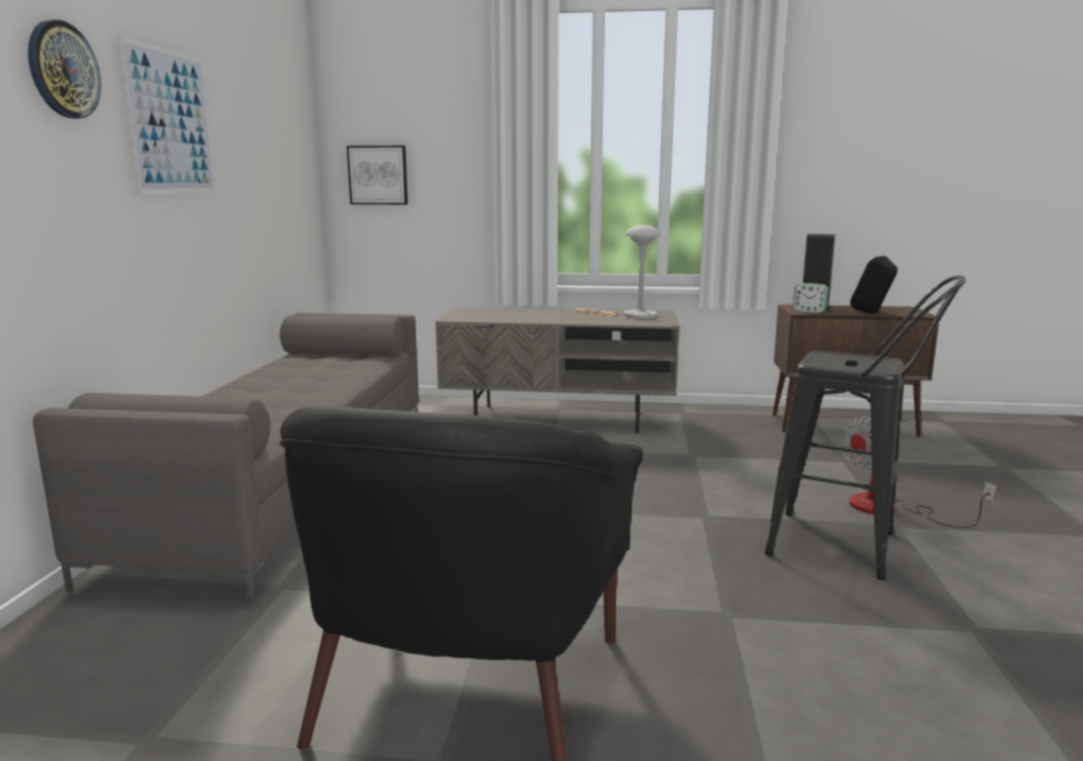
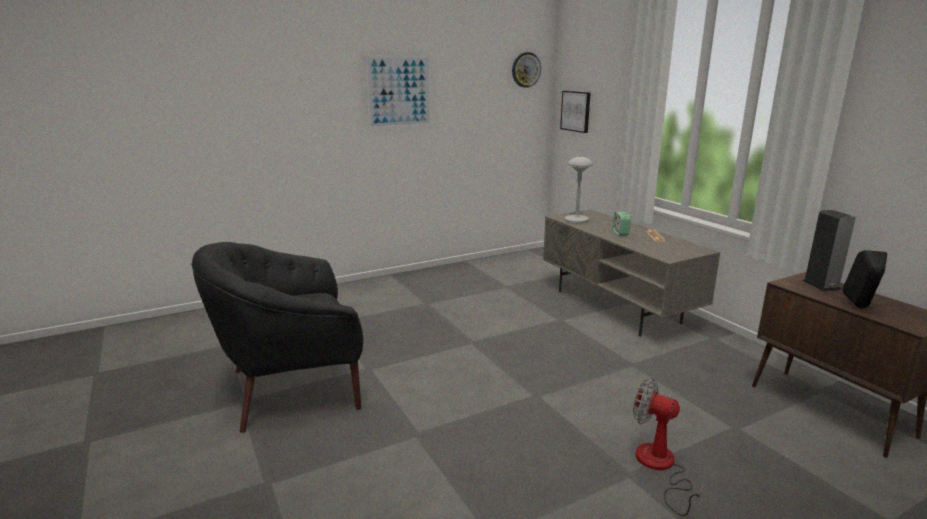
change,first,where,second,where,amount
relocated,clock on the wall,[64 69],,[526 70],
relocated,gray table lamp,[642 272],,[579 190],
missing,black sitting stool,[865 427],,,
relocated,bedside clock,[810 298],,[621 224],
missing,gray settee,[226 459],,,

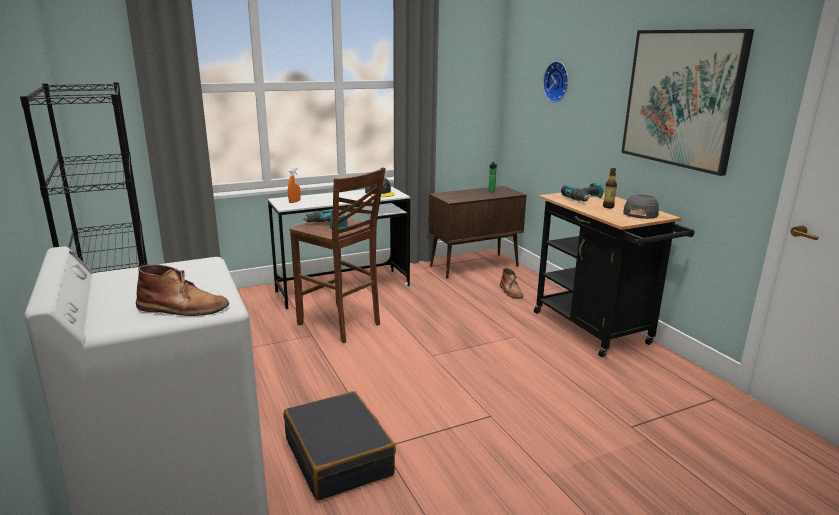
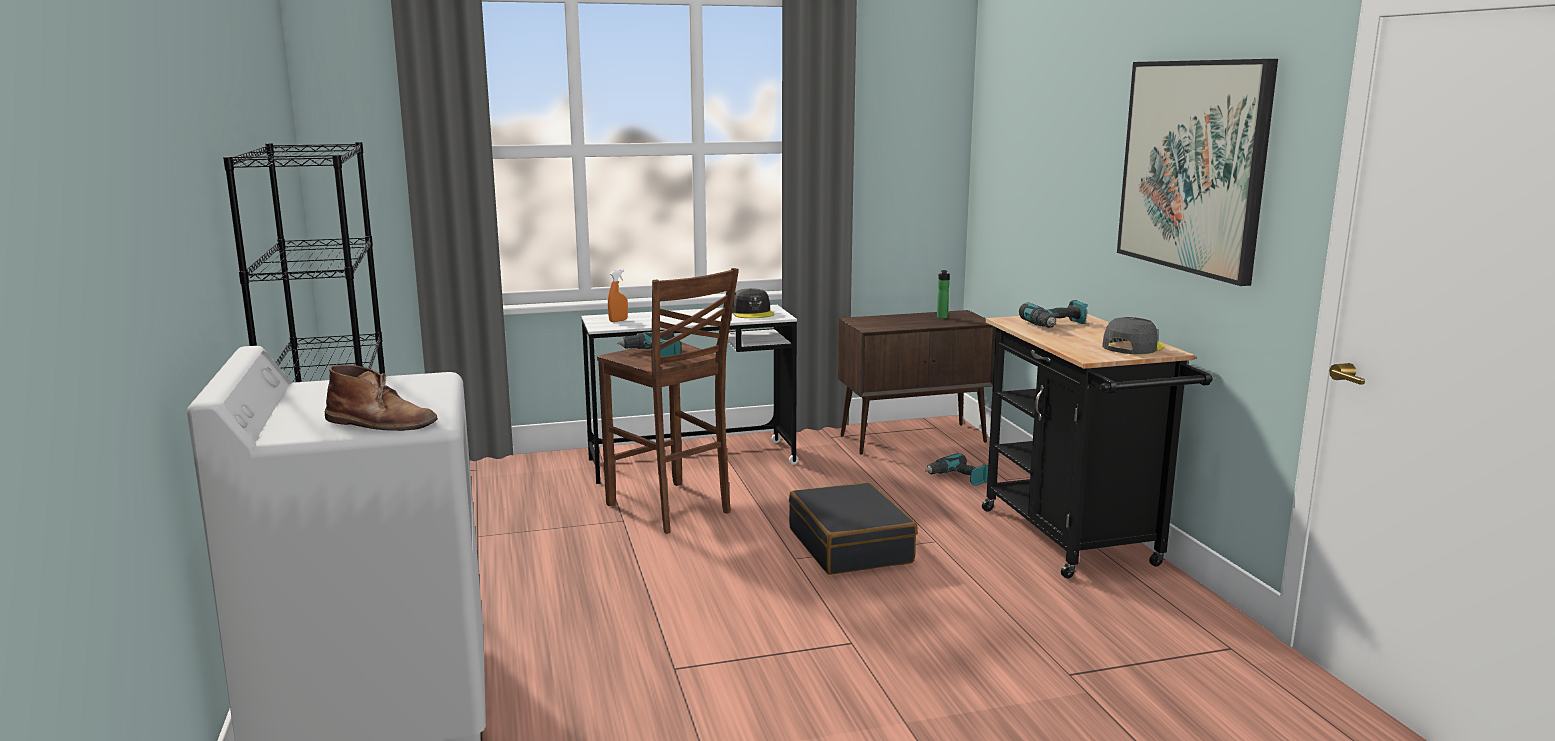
change,first,where,second,where,amount
missing,clock on the wall,[555 82],,,
missing,beverage bottle,[610 188],,,
exchanged,brown high-top boot,[512 283],drill,[956 469],
relocated,black piece of luggage,[340 446],,[853 528],

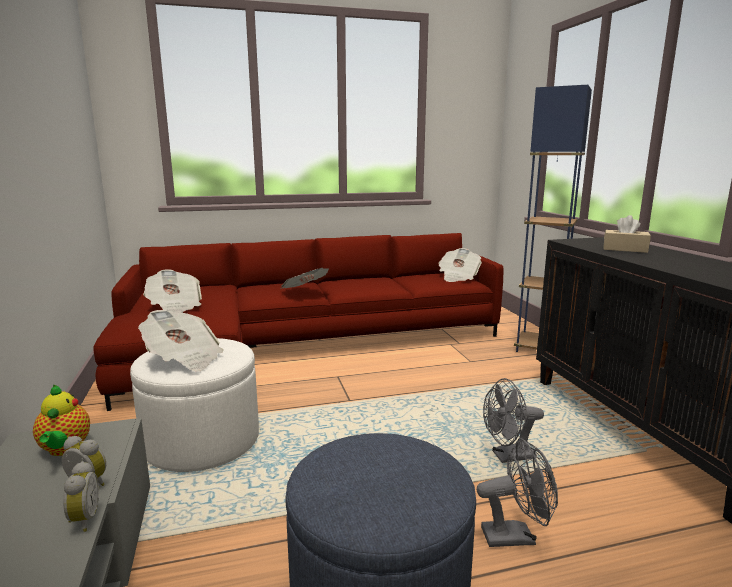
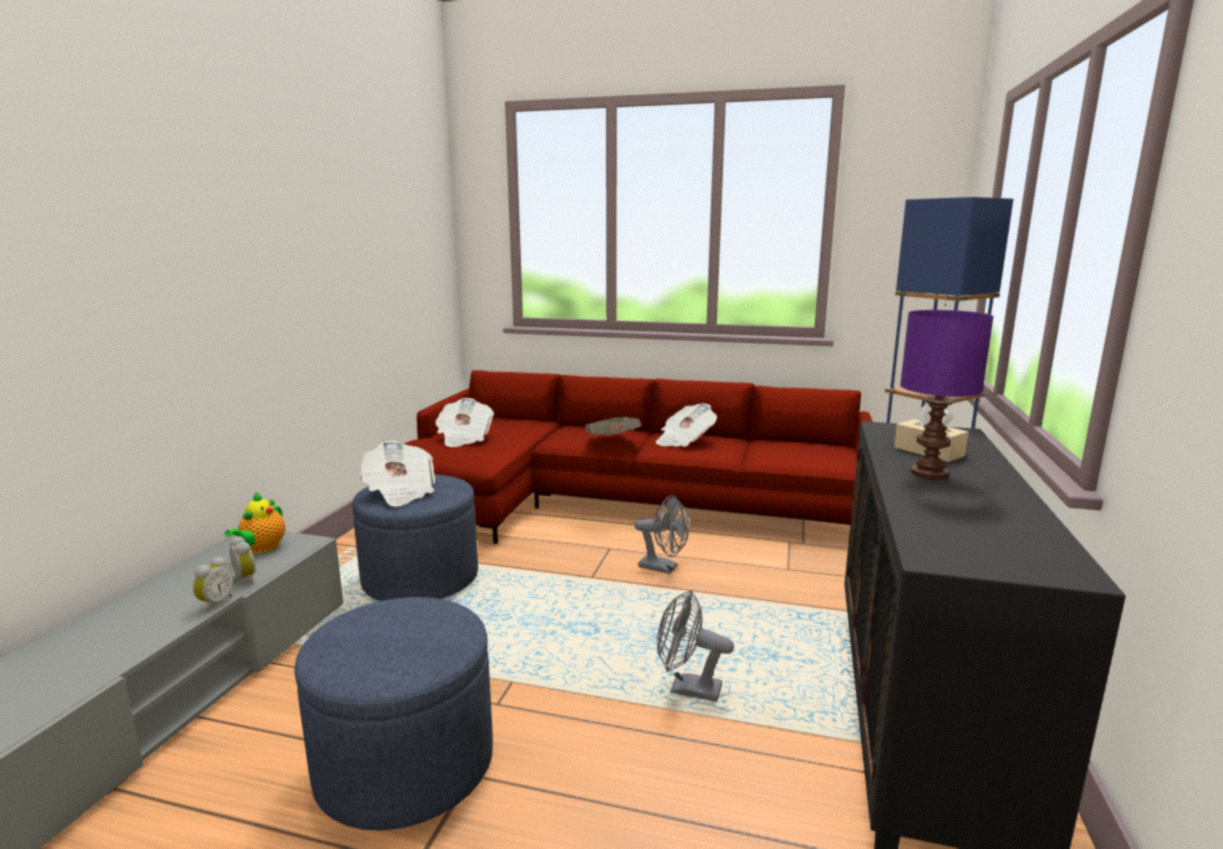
change,first,where,second,where,amount
relocated,newspaper,[460 265],,[686 425],
colour,white pouffe,[194 405],blue-coloured pouffe,[415 537],
relocated,gray cooling fan,[517 492],,[661 534],
appeared,,,purplish table lamp,[947 394],

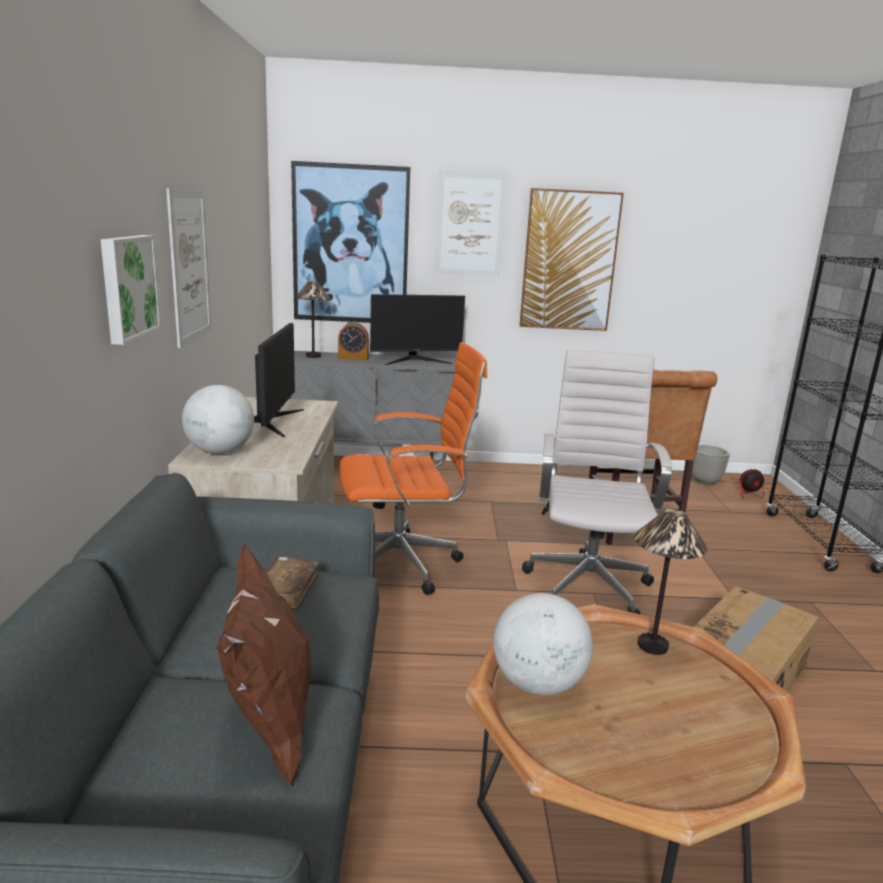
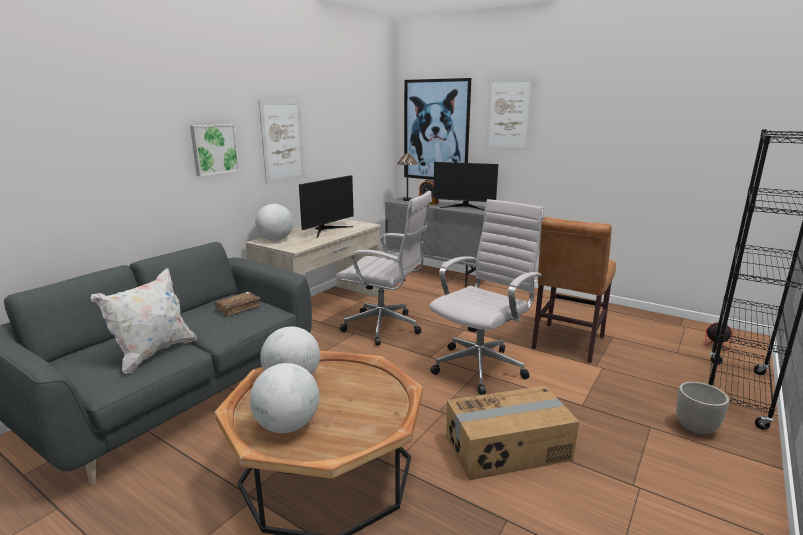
change,first,where,second,where,amount
missing,picture,[571 259],,,
colour,orangey office chair,[413 468],white office chair,[384 268],
relocated,planter,[711 465],,[702 409],
missing,table lamp,[670 582],,,
colour,brown pillow,[263 665],white pillow,[144 321],
appeared,,,desk globe,[284 398],

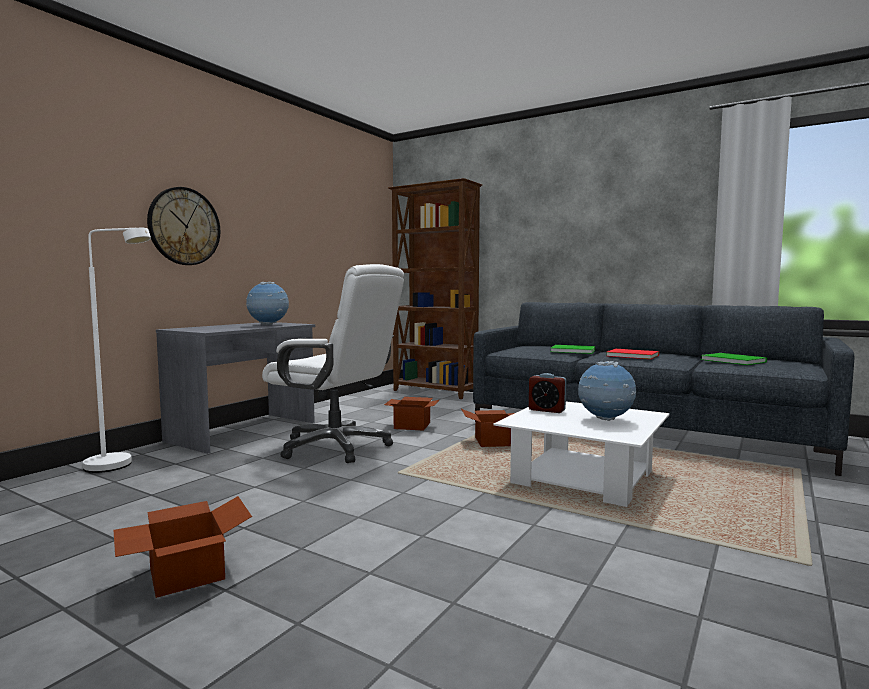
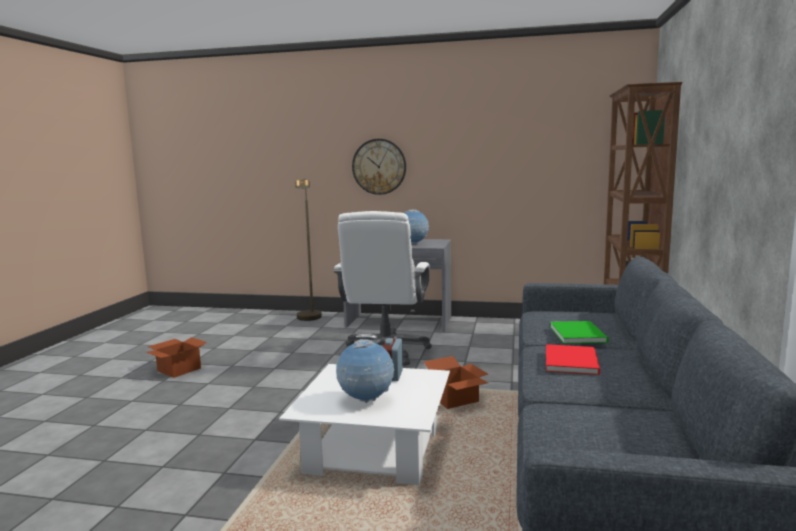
change,first,where,second,where,amount
colour,white standing lamp,[117 350],brown standing lamp,[308 249],
missing,greenish bound book,[734 359],,,
missing,cardboard box,[411 414],,,

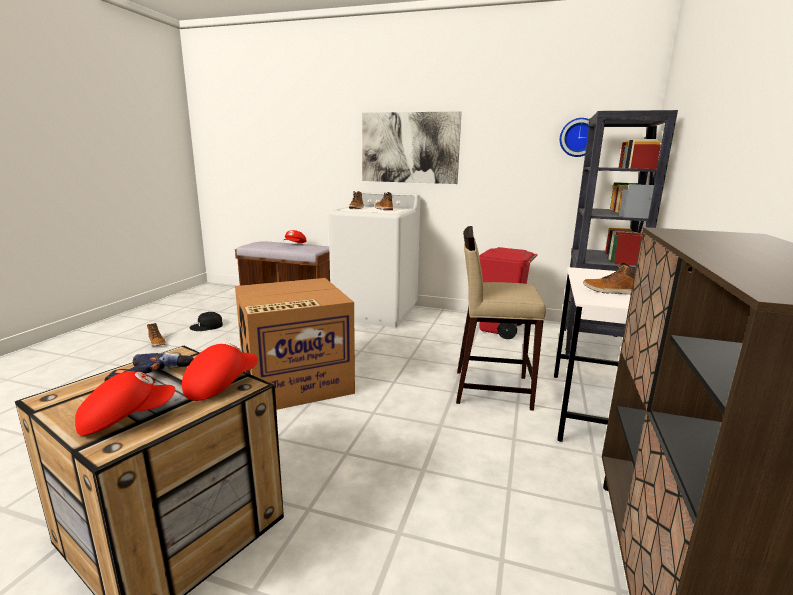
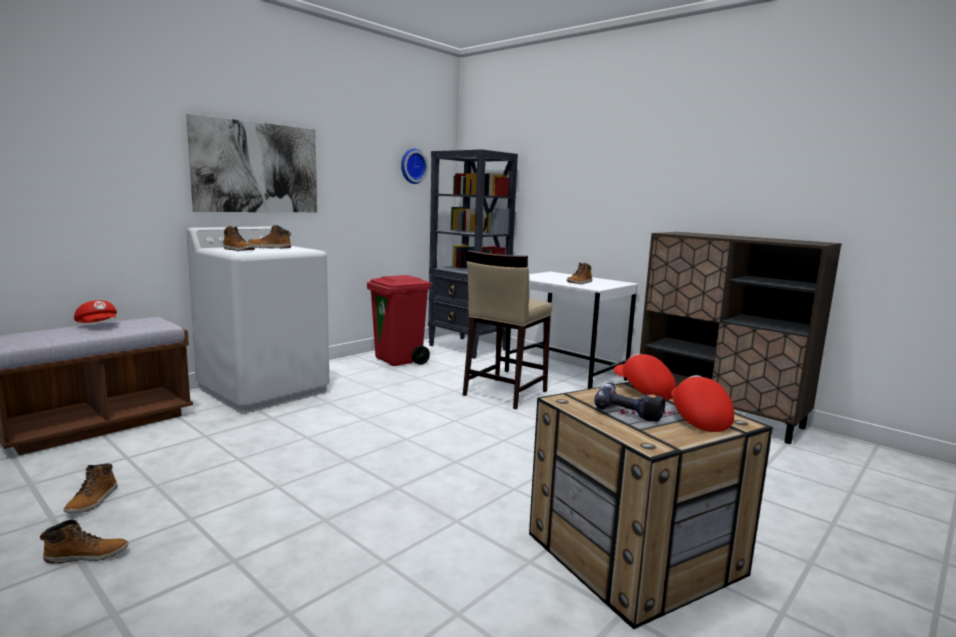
change,first,where,second,where,amount
missing,cardboard box,[295 344],,,
exchanged,black peaked cap,[206 321],high-top boot,[91 488],

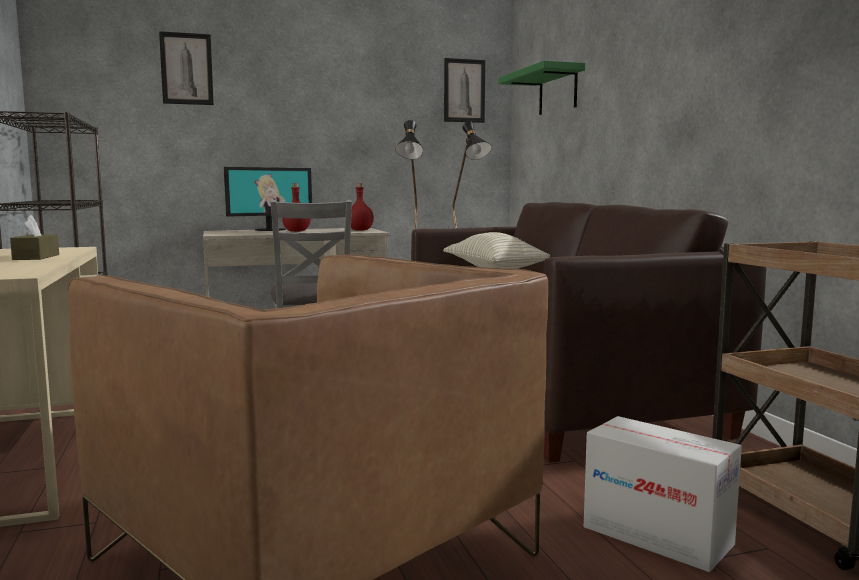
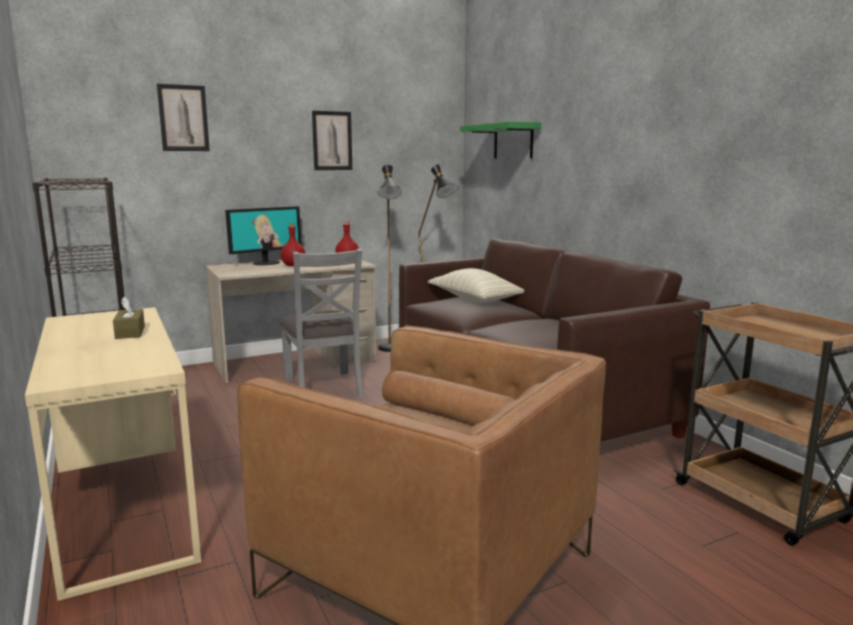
change,first,where,second,where,amount
relocated,picture,[464 90],,[332 140],
missing,cardboard box,[663 494],,,

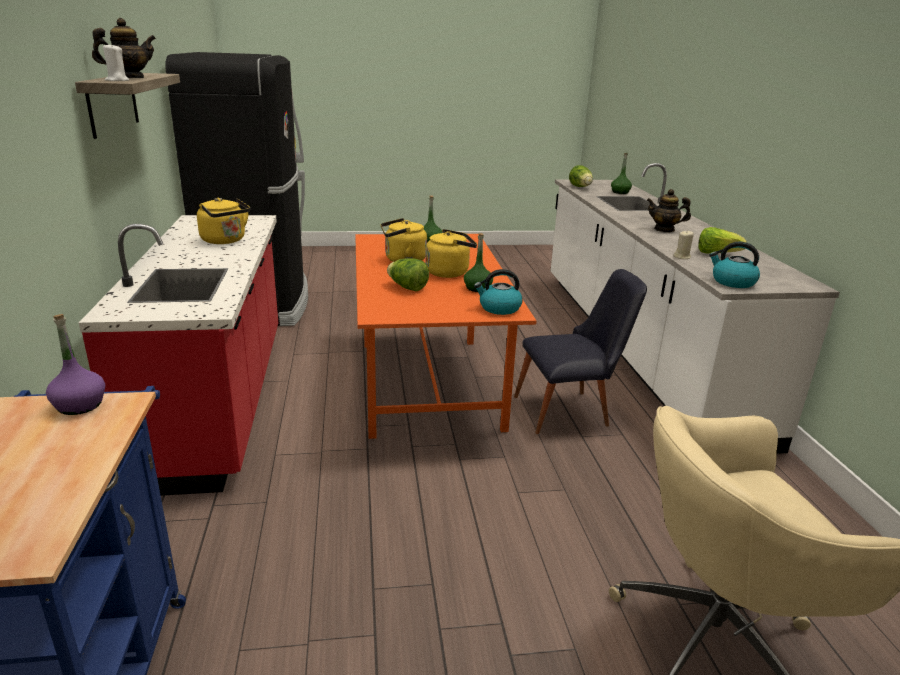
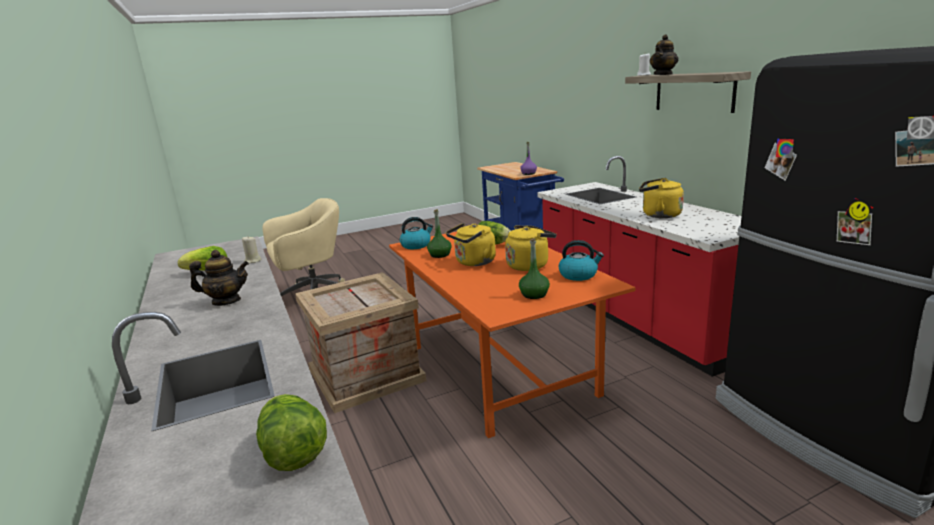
change,first,where,second,where,amount
missing,greenish beverage bottle,[621 173],,,
relocated,tea kettle,[734 265],,[581 260],
exchanged,black plain chair,[580 351],crate,[361 342],

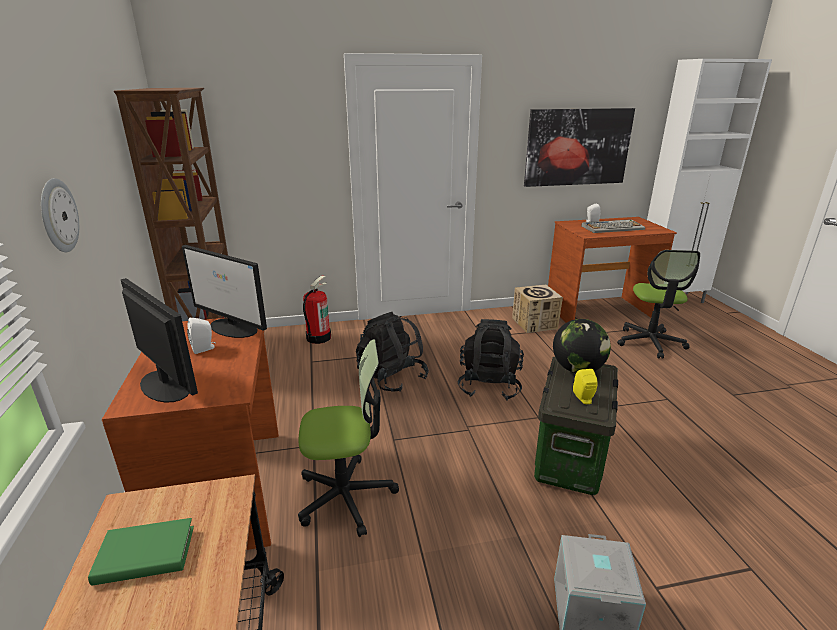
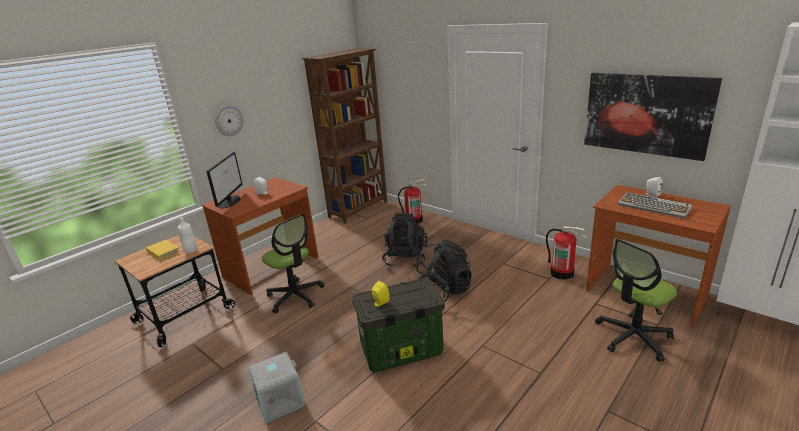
change,first,where,second,where,amount
missing,computer screen,[224 291],,,
exchanged,cardboard box,[537 308],fire-fighting cylinder,[566 253],
missing,desk globe,[582 346],,,
colour,greenish bound book,[141 552],yellow bound book,[163 250],
appeared,,,white beverage bottle,[187 235],

